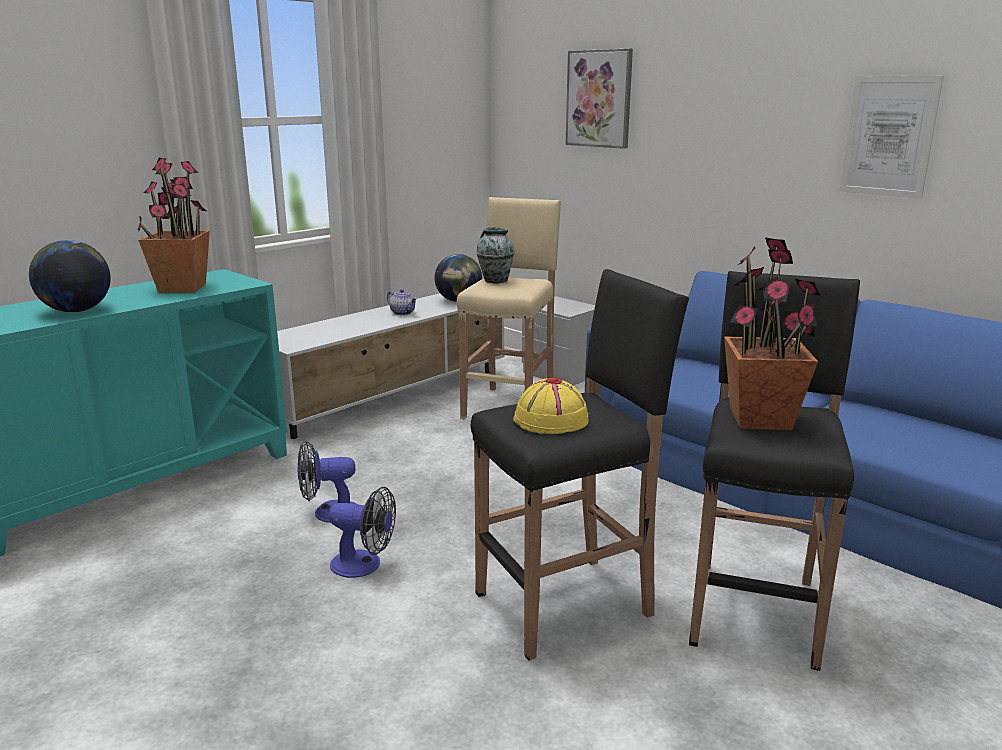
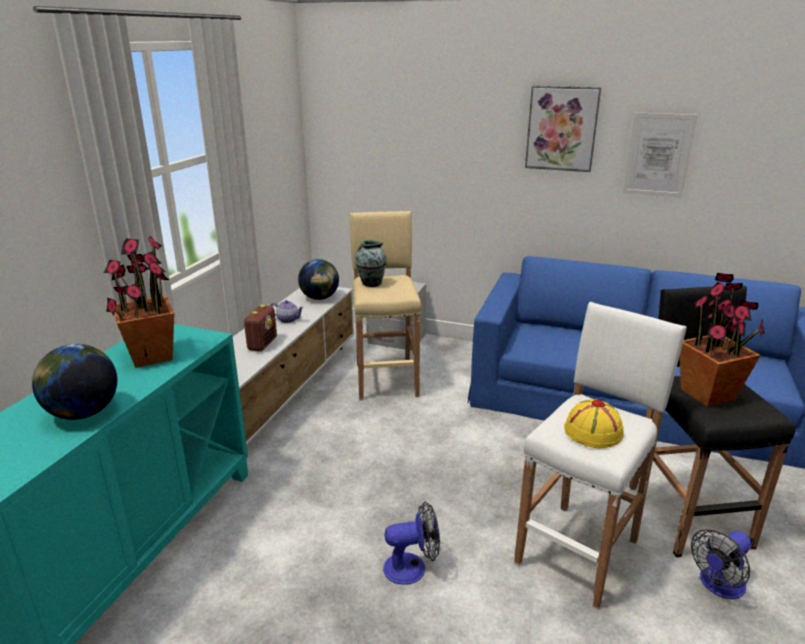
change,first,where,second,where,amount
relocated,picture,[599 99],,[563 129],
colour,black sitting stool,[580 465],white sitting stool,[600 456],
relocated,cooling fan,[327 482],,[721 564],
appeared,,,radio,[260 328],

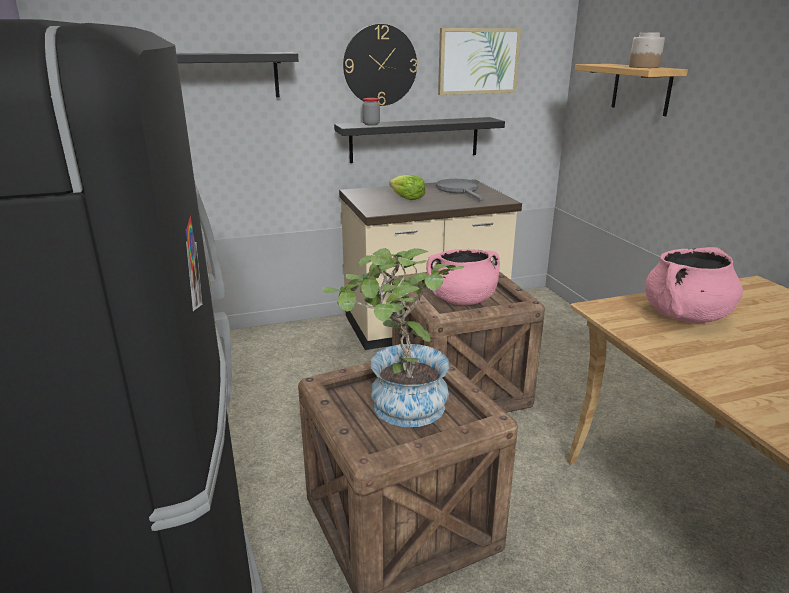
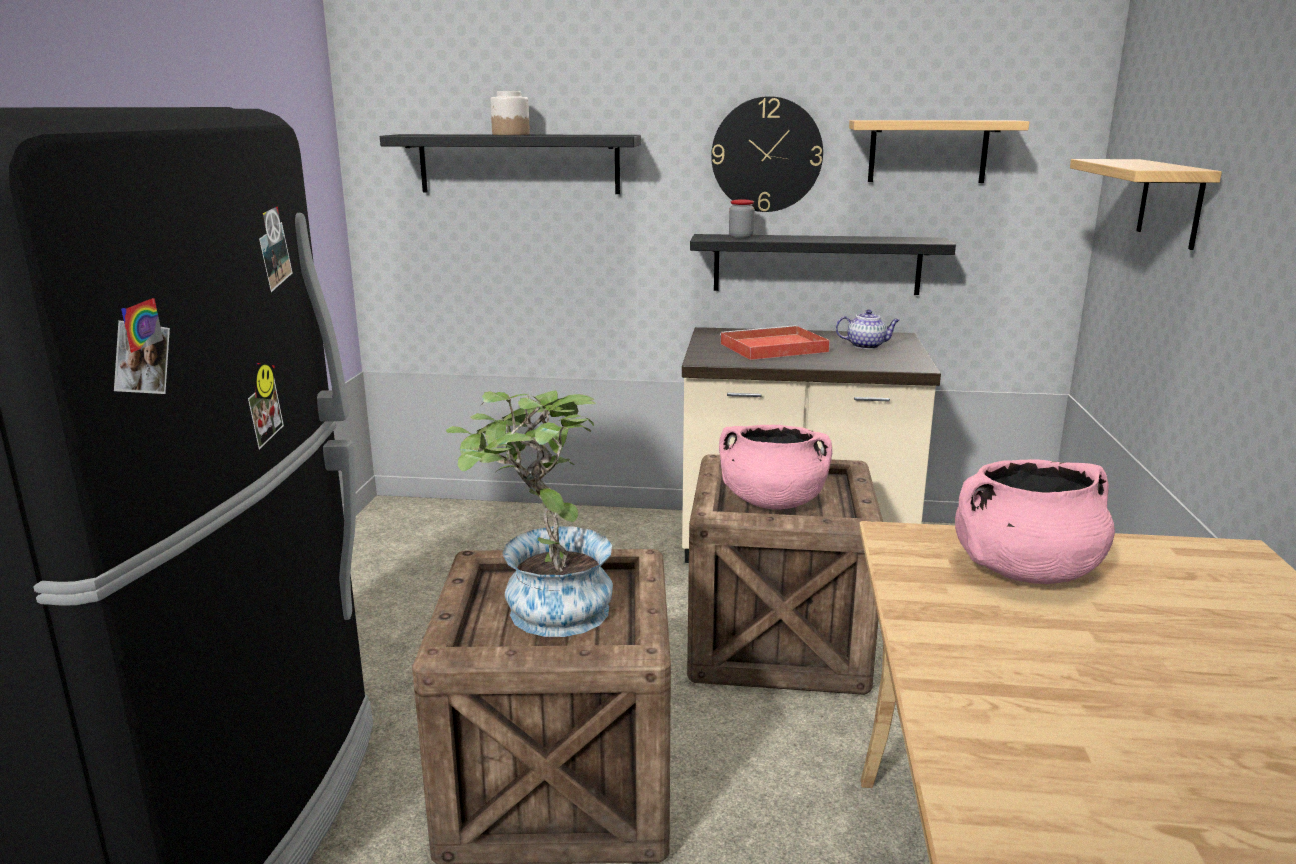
change,first,where,second,where,amount
exchanged,picture,[479 61],wall shelf,[939 151],
relocated,storage jar,[647 50],,[510 113],
exchanged,lettuce head,[407 187],red tray,[775 342],
exchanged,gray skillet,[460 190],tea pot,[867 329],

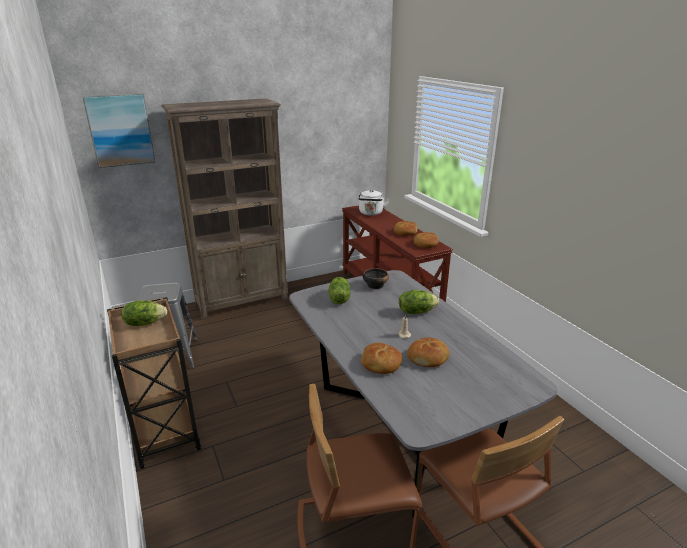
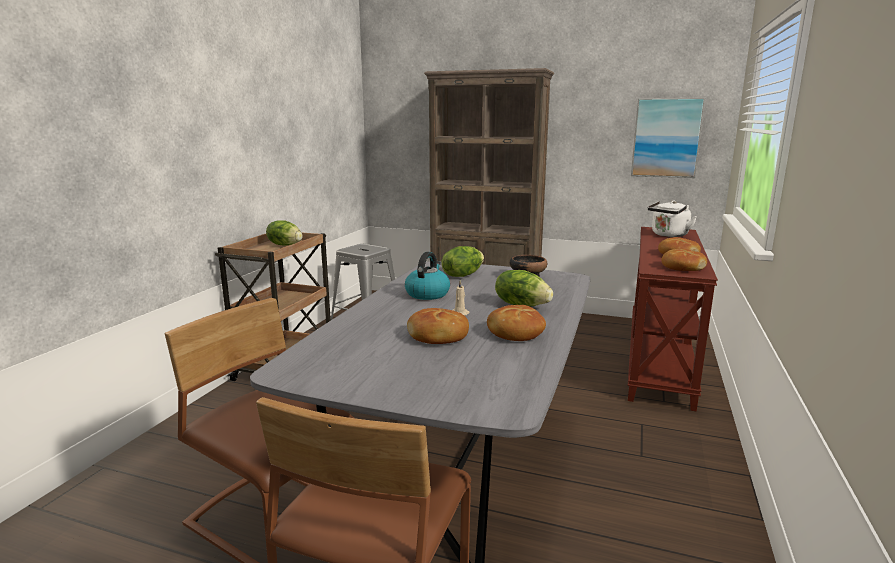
change,first,where,second,where,amount
relocated,picture,[119 130],,[668 138],
relocated,bakery bread,[381 358],,[516 323],
appeared,,,tea kettle,[427 276],

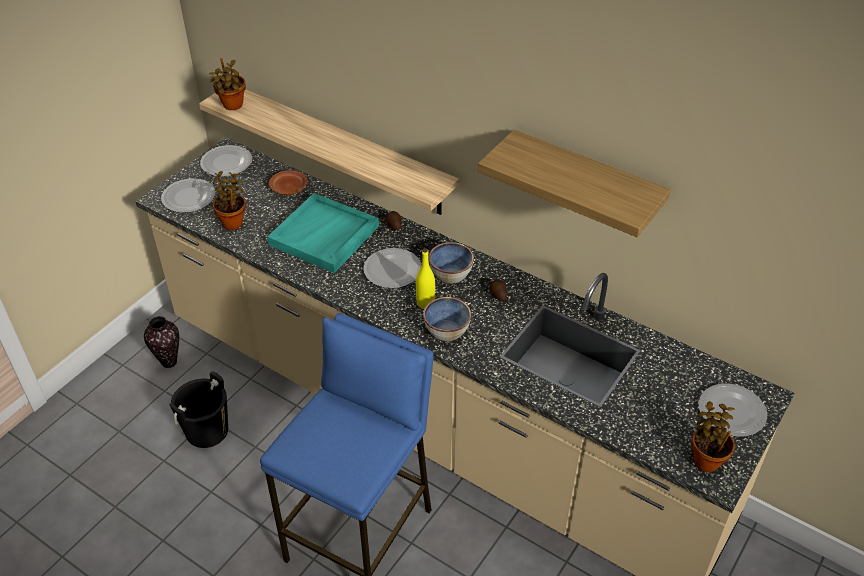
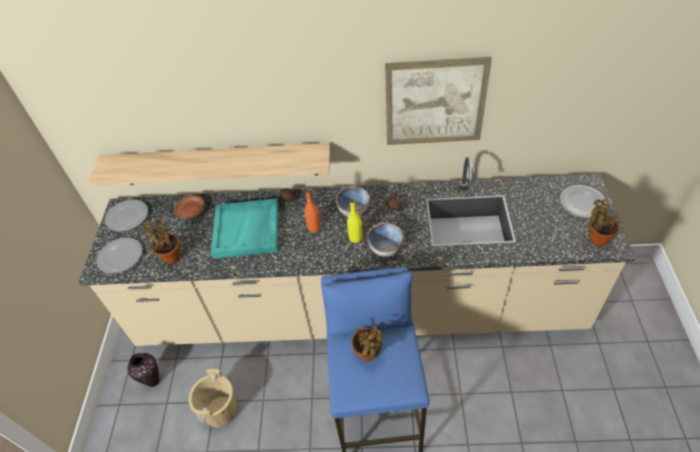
change,first,where,second,where,amount
relocated,potted plant,[227 84],,[367 342],
exchanged,wall shelf,[574 184],picture,[438 101],
exchanged,flat dish,[392 268],orangey beverage bottle,[312 211],
colour,black water bucket,[198 409],sand-coloured water bucket,[213 398],

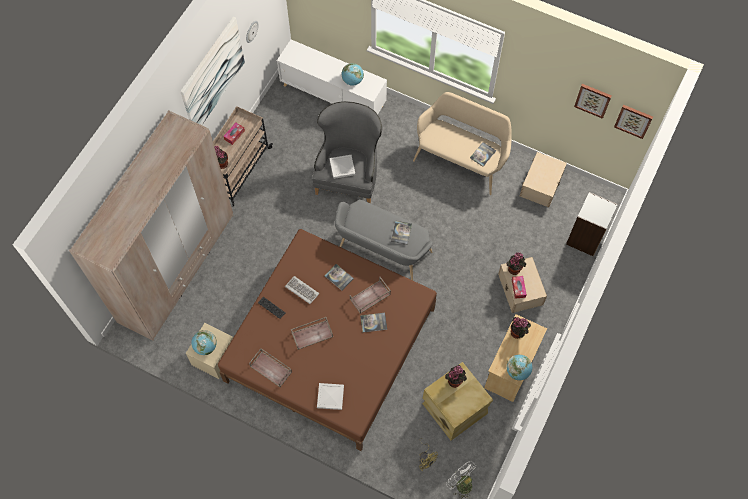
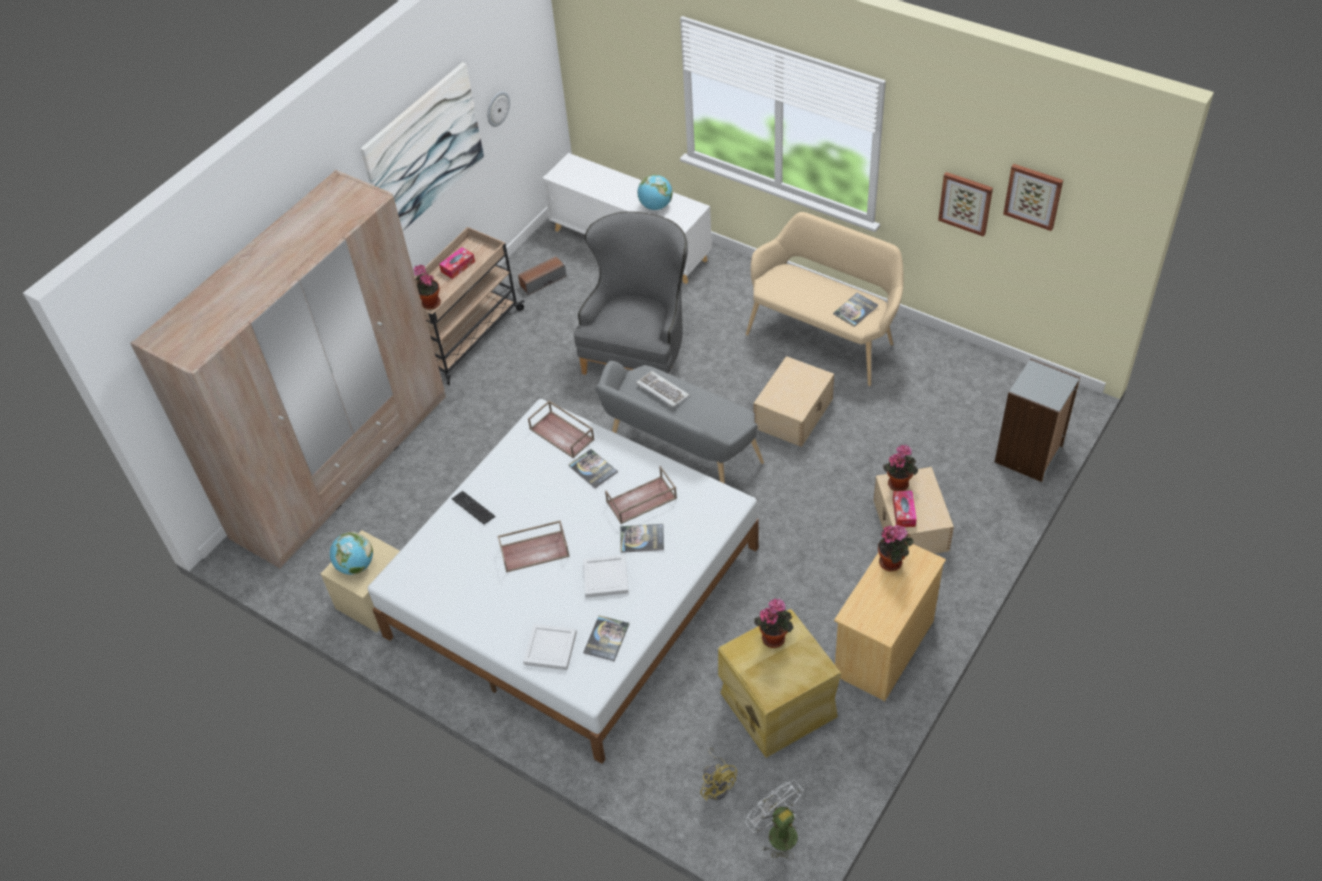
change,first,where,second,where,amount
relocated,picture,[633 122],,[965 204],
relocated,sand-coloured storage container,[543 179],,[793 401],
relocated,white tray,[342 167],,[606 576],
relocated,bound book,[401 233],,[606 638],
colour,brown bed,[327 340],white bed,[563 581],
relocated,PC keyboard,[302 290],,[663 389],
relocated,brown tray,[270 367],,[561 429],
missing,desk globe,[519 368],,,
appeared,,,audio speaker,[542 275],

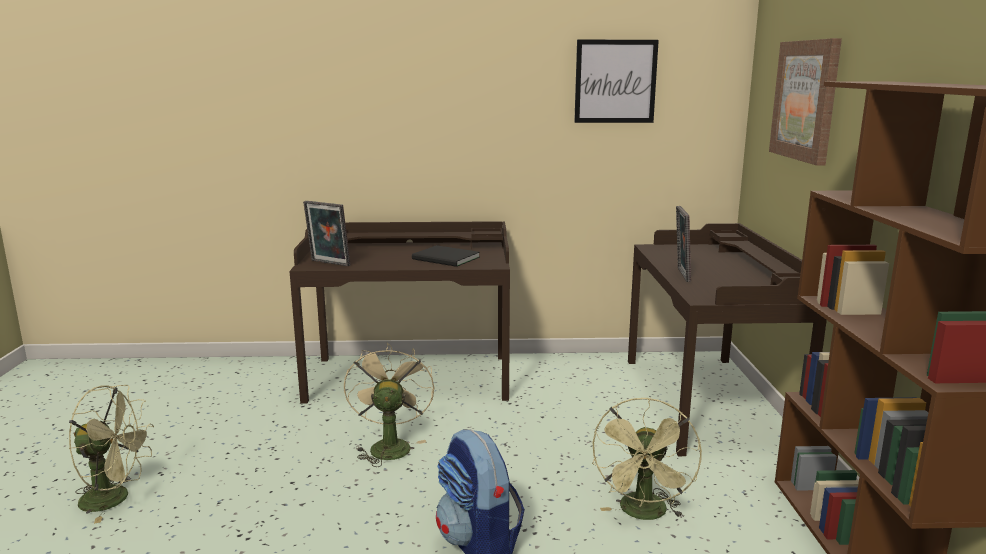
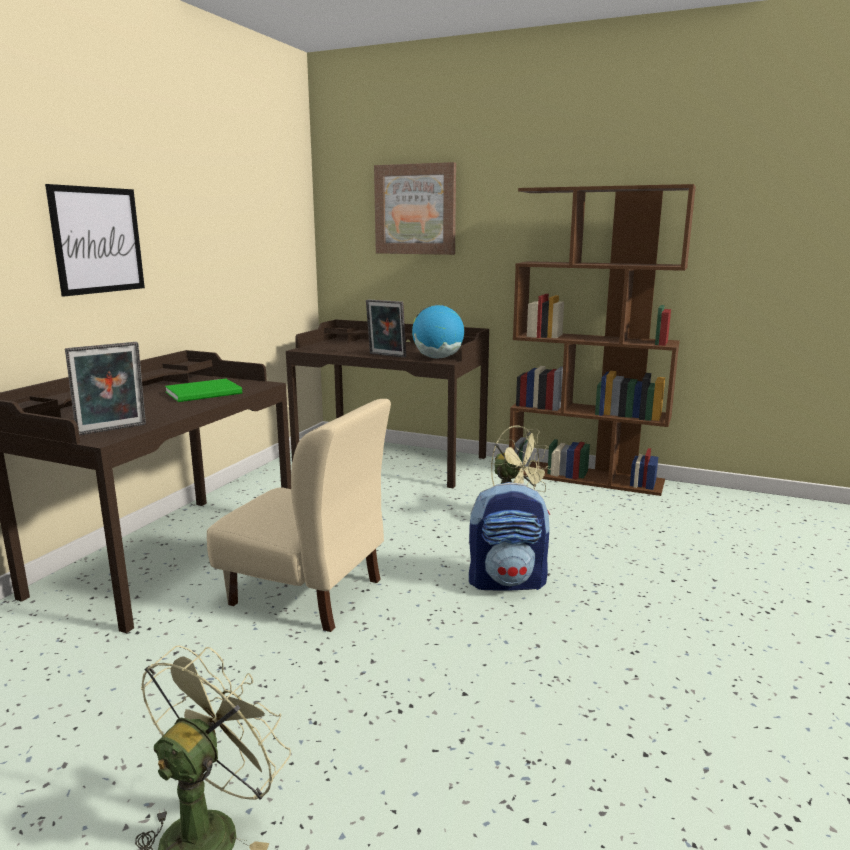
change,first,where,second,where,amount
relocated,picture,[616 81],,[95 240],
colour,black bound book,[446 256],greenish bound book,[203 390],
exchanged,sand-coloured cooling fan,[389 404],sand-coloured plain chair,[299 515],
appeared,,,desk globe,[438 331],

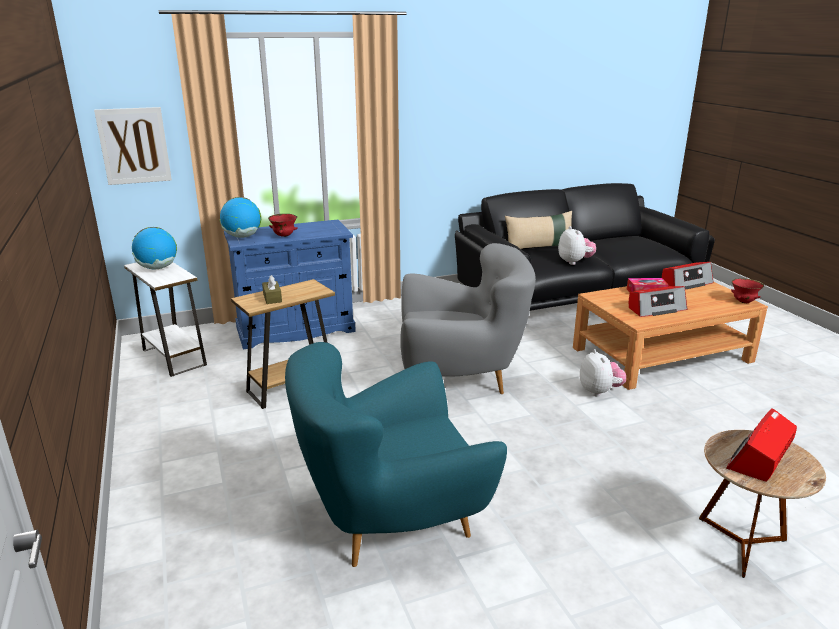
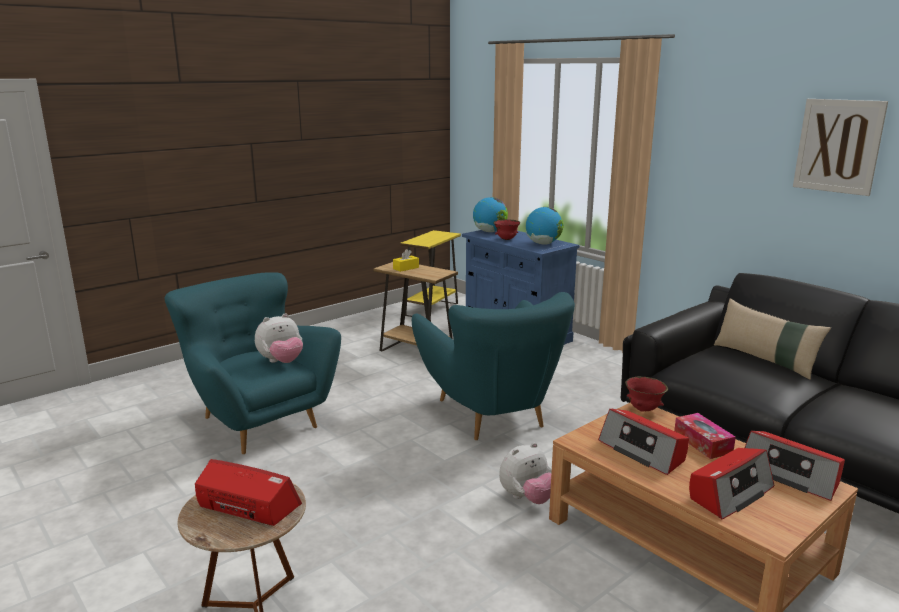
change,first,where,second,where,amount
relocated,picture,[133 146],,[840 147],
relocated,cuddly toy,[577 245],,[279 338],
relocated,desk globe,[154 248],,[545 226],
colour,gray easy chair,[468 318],blue-green easy chair,[493 366],
colour,white accent table,[165 319],yellow accent table,[430 273],
colour,brown box of tissues,[272 289],yellow box of tissues,[406 260],
relocated,red serving bowl,[747 290],,[646 393],
appeared,,,radio,[732 484],

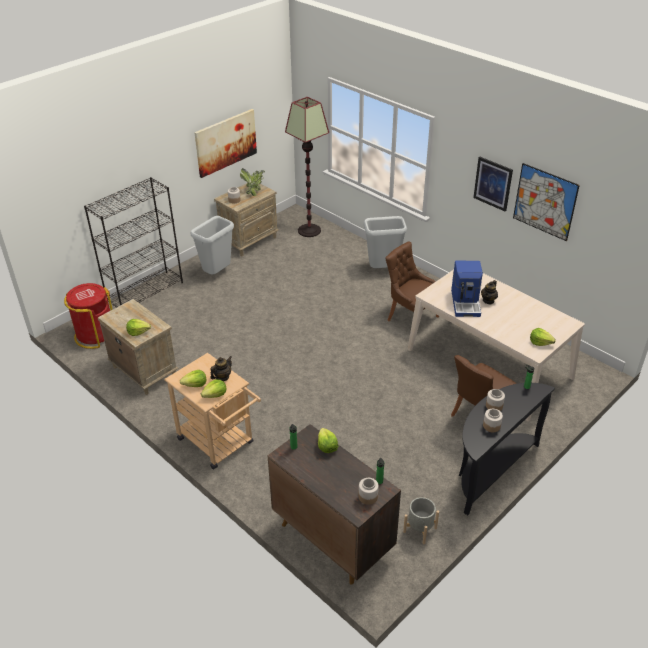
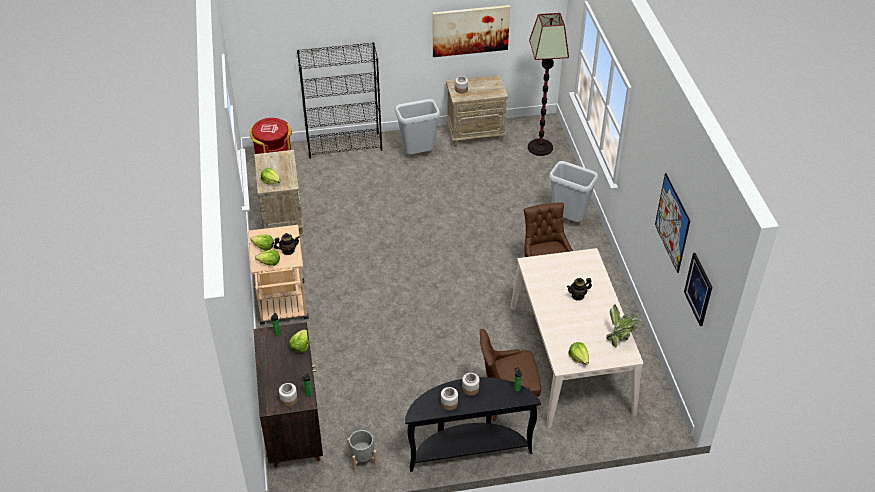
change,first,where,second,where,amount
relocated,picture,[493 184],,[698 289],
relocated,potted plant,[252 182],,[624 326],
missing,coffee brewer,[467 289],,,

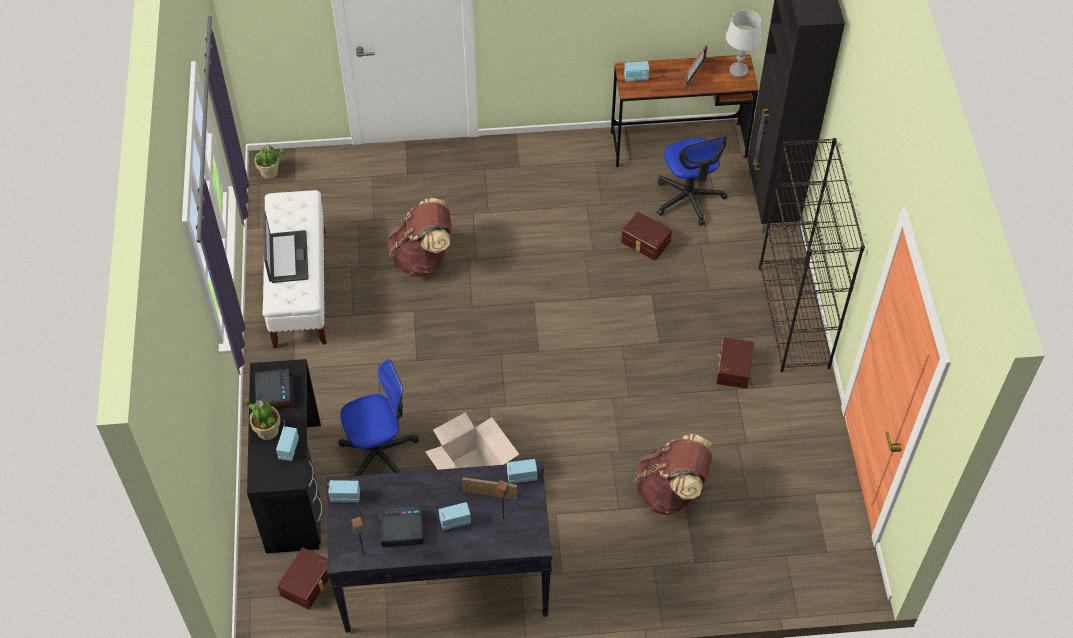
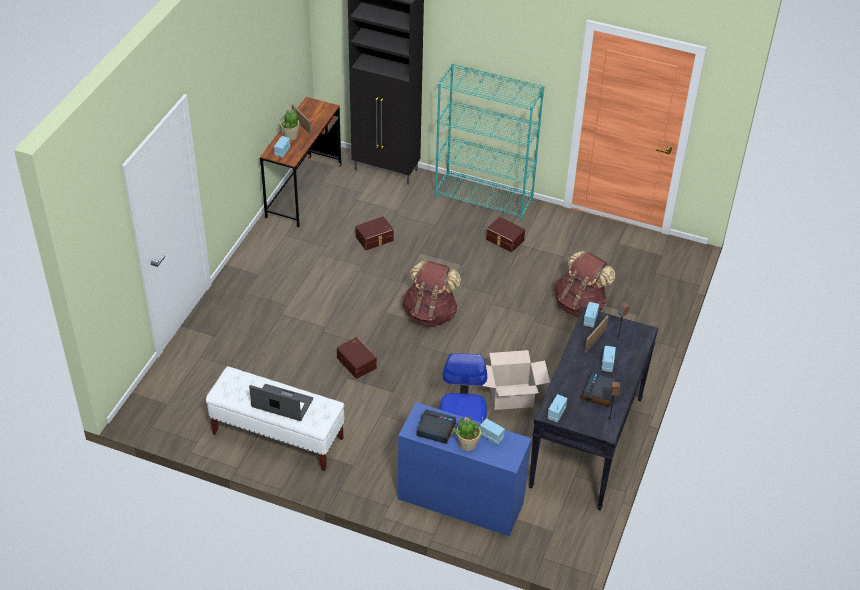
change,first,where,second,where,amount
missing,gray table lamp,[744 43],,,
missing,office chair,[692 181],,,
colour,black bookcase,[812 255],blue-green bookcase,[490 142],
relocated,potted plant,[269 162],,[290 124],
relocated,brown rucksack,[420 237],,[431 294],
colour,black desk unit,[284 456],blue-coloured desk unit,[465 469],
relocated,brown storage container,[303 578],,[357 358],

